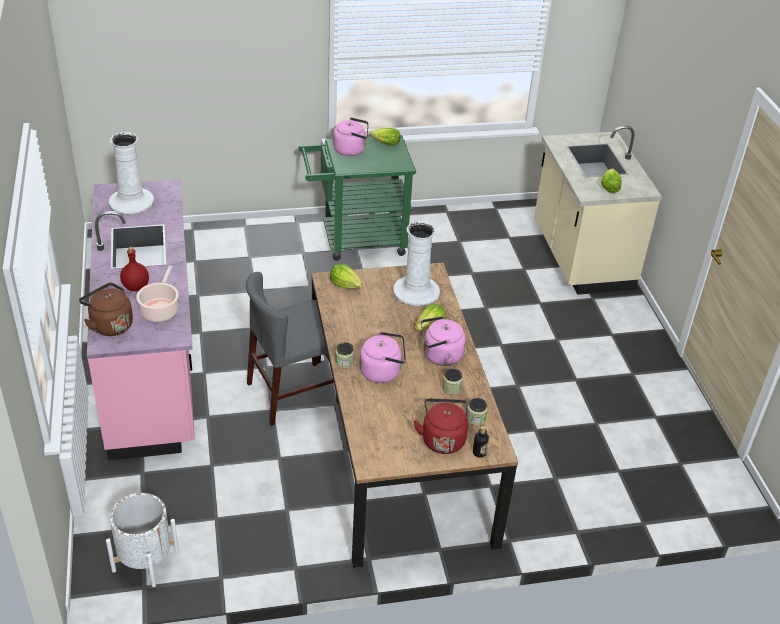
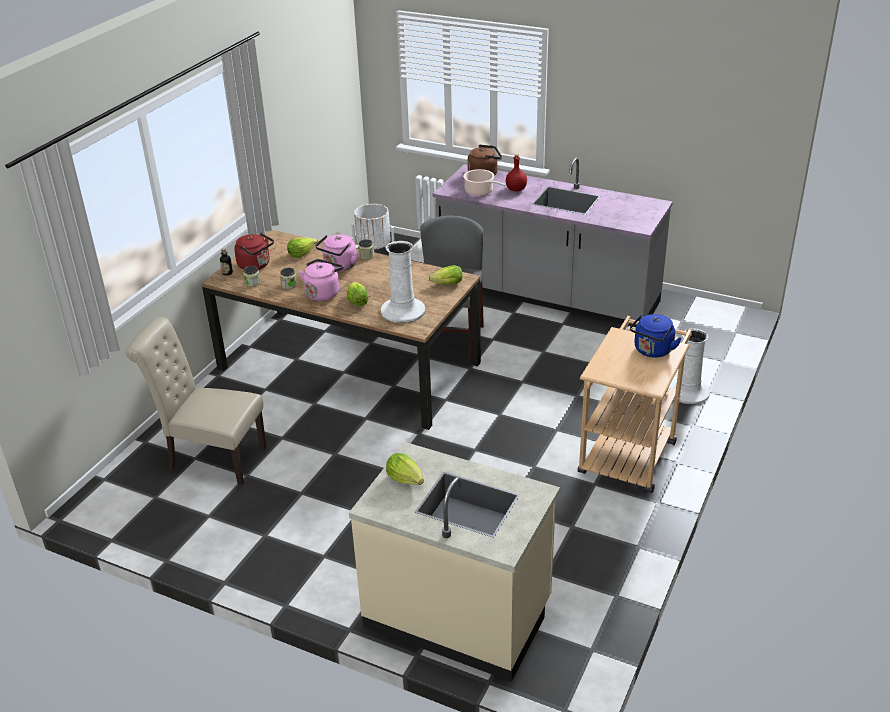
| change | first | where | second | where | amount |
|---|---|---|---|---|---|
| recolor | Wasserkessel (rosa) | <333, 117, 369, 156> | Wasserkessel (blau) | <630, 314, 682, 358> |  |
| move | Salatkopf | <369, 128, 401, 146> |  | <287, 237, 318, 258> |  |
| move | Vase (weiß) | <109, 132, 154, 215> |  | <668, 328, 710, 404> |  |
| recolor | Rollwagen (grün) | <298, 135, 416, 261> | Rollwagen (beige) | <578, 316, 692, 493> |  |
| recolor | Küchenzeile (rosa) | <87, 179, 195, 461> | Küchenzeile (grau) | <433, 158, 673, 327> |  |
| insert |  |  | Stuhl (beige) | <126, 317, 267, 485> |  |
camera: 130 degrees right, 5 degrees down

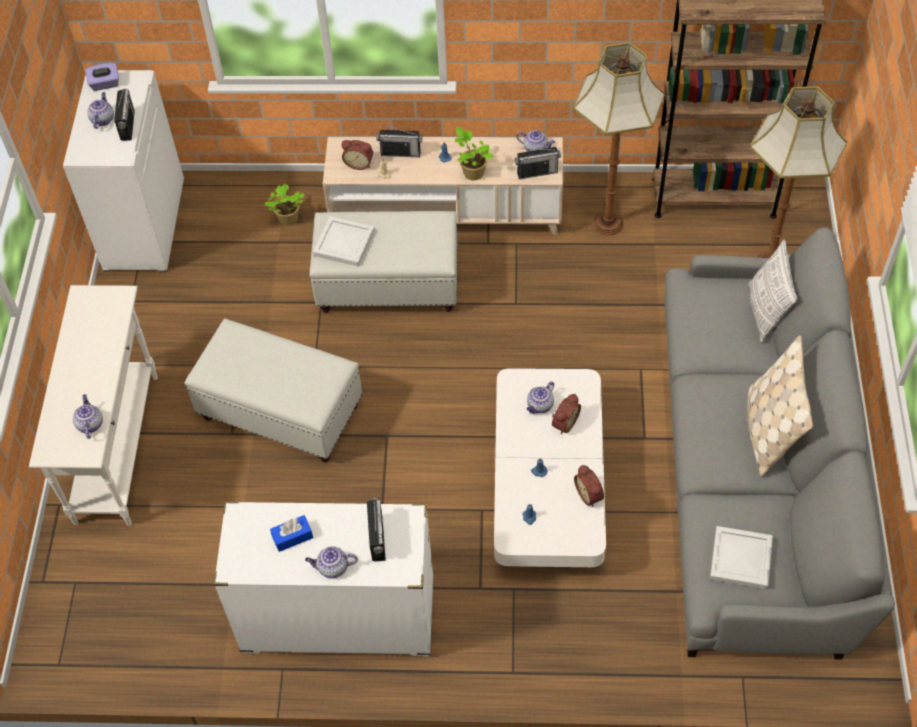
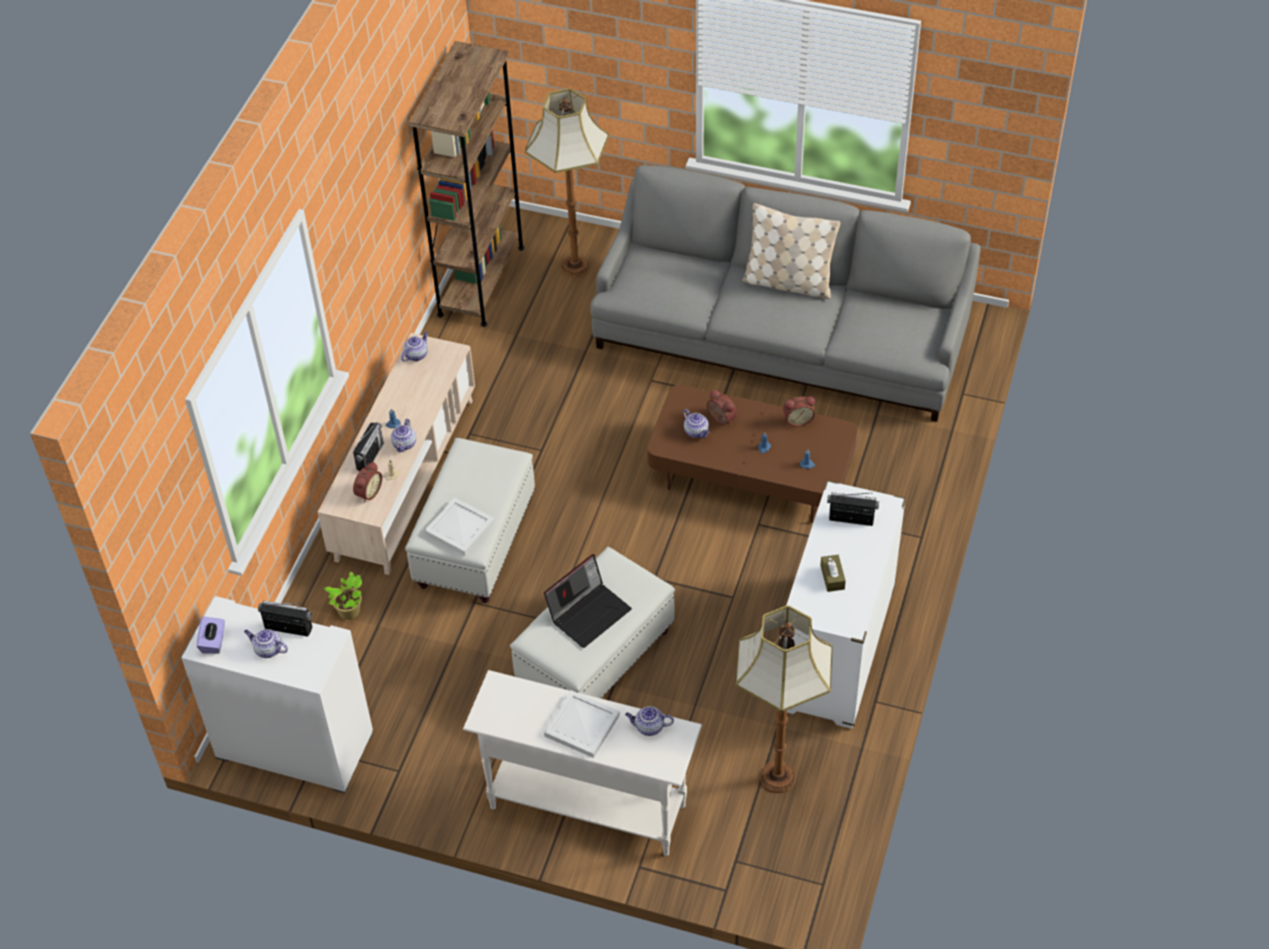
| change | first | where | second | where | amount |
|---|---|---|---|---|---|
| move | Stehlampe | <573, 42, 665, 235> |  | <736, 605, 833, 793> |  |
| delete | Topfpflanze | <455, 127, 494, 180> |  |  |  |
| delete | Radio | <515, 147, 561, 179> |  |  |  |
| delete | Kissen | <749, 240, 798, 343> |  |  |  |
| recolor | Couchtisch (weiß) | <494, 368, 606, 567> | Couchtisch (braun) | <647, 385, 857, 523> |  |
| recolor | Taschentuchbox (blau) | <270, 515, 313, 552> | Taschentuchbox (braun) | <820, 555, 846, 592> |  |
| move | Tablett (weiß) | <710, 526, 773, 589> |  | <544, 690, 620, 758> |  |
| move | Teekanne | <305, 546, 358, 578> |  | <391, 419, 416, 452> |  |
| insert |  |  | Laptop | <544, 554, 632, 648> |  |
camera: 75 degrees left, 5 degrees down

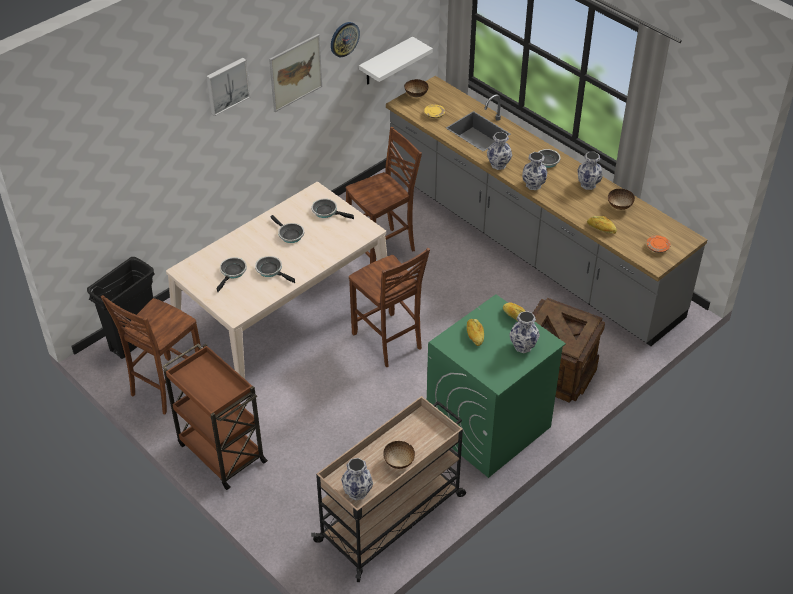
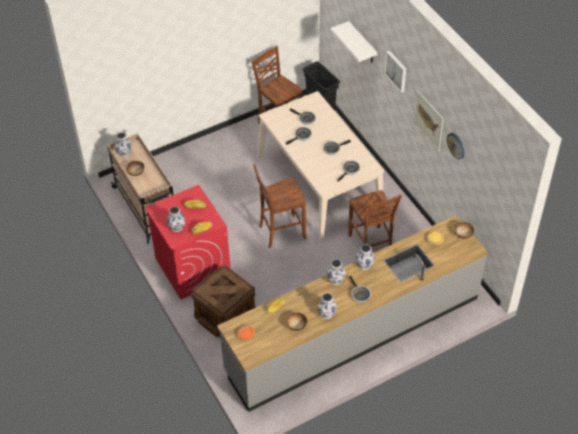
| change | first | where | second | where | amount |
|---|---|---|---|---|---|
| move | Wandregal (weiß) | <359, 36, 433, 85> |  | <331, 21, 377, 63> |  |
| recolor | Waschmaschine (grün) | <427, 294, 566, 478> | Waschmaschine (rot) | <145, 185, 231, 299> |  |
| delete | Rollwagen (braun) | <162, 343, 268, 490> |  |  |  |
camera: 105 degrees right, 5 degrees up

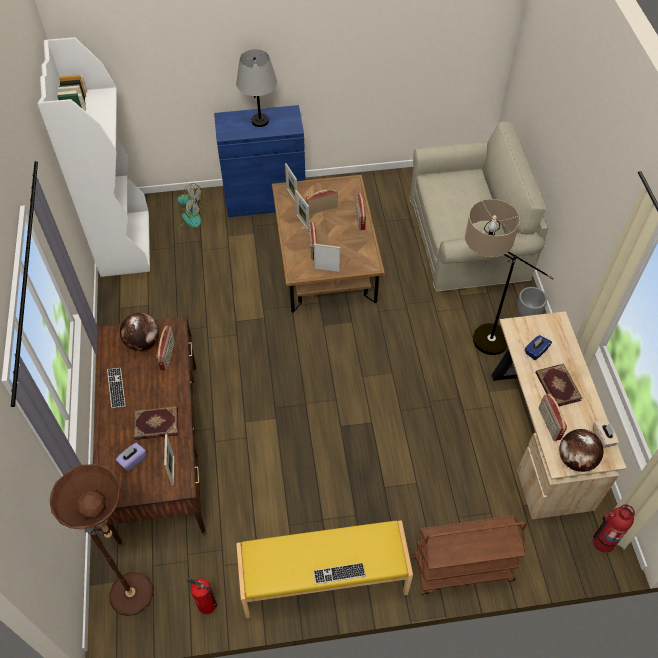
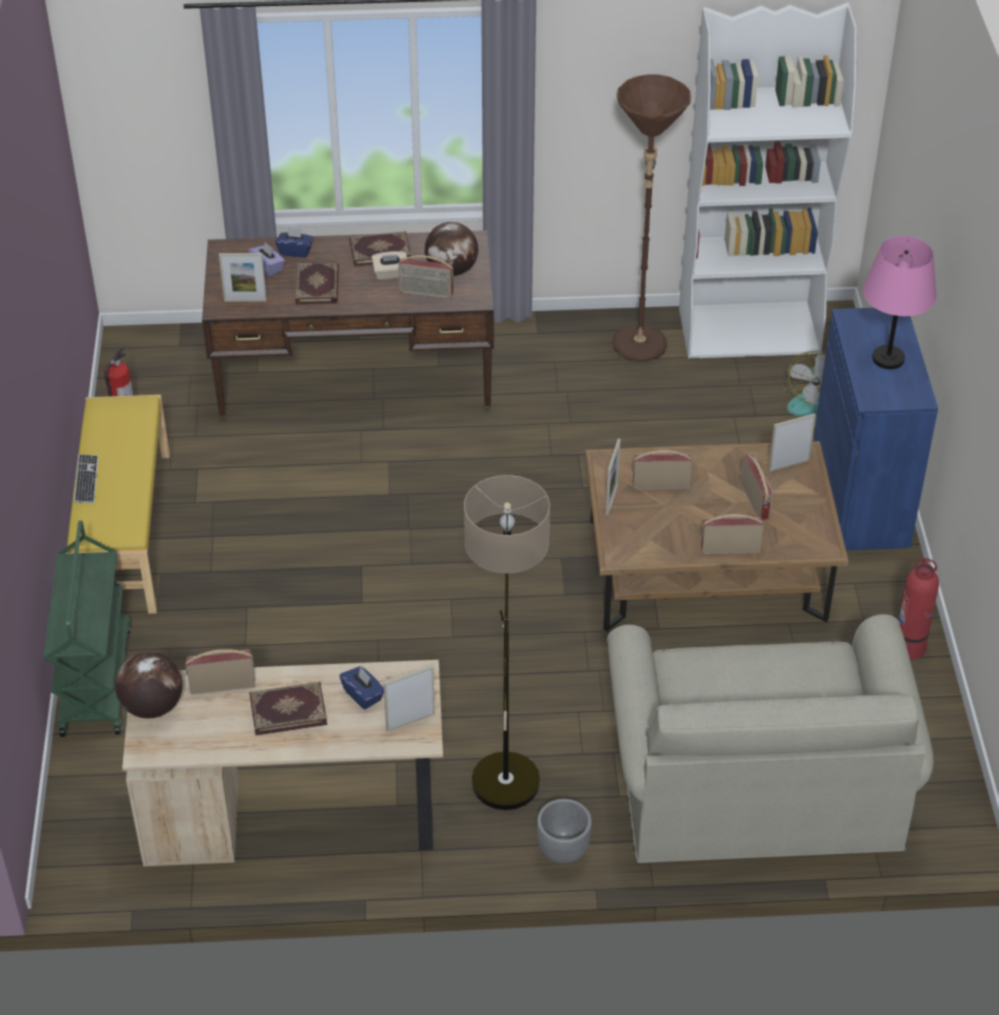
| change | first | where | second | where | amount |
|---|---|---|---|---|---|
| recolor | Tischlampe (grau) | <236, 49, 277, 127> | Tischlampe (rosa) | <863, 236, 937, 369> |  |
| move | Bilderrahmen | <295, 190, 310, 231> |  | <383, 665, 435, 732> |  |
| replace | Tastatur | <107, 368, 125, 408> | Buch | <349, 231, 411, 267> |  |
| move | Taschentuchbox (beige) | <593, 420, 619, 448> |  | <372, 251, 407, 280> |  |
| move | Stehlampe (braun) | <50, 464, 153, 616> |  | <612, 74, 691, 362> |  |
| move | Feuerlöscher | <592, 504, 635, 553> |  | <898, 558, 939, 660> |  |
| recolor | Rollwagen (braun) | <413, 516, 527, 595> | Rollwagen (grün) | <43, 521, 131, 737> |  |
| insert |  |  | Taschentuchbox (blau) | <275, 227, 313, 258> |  |
camera: 95 degrees right, 10 degrees down

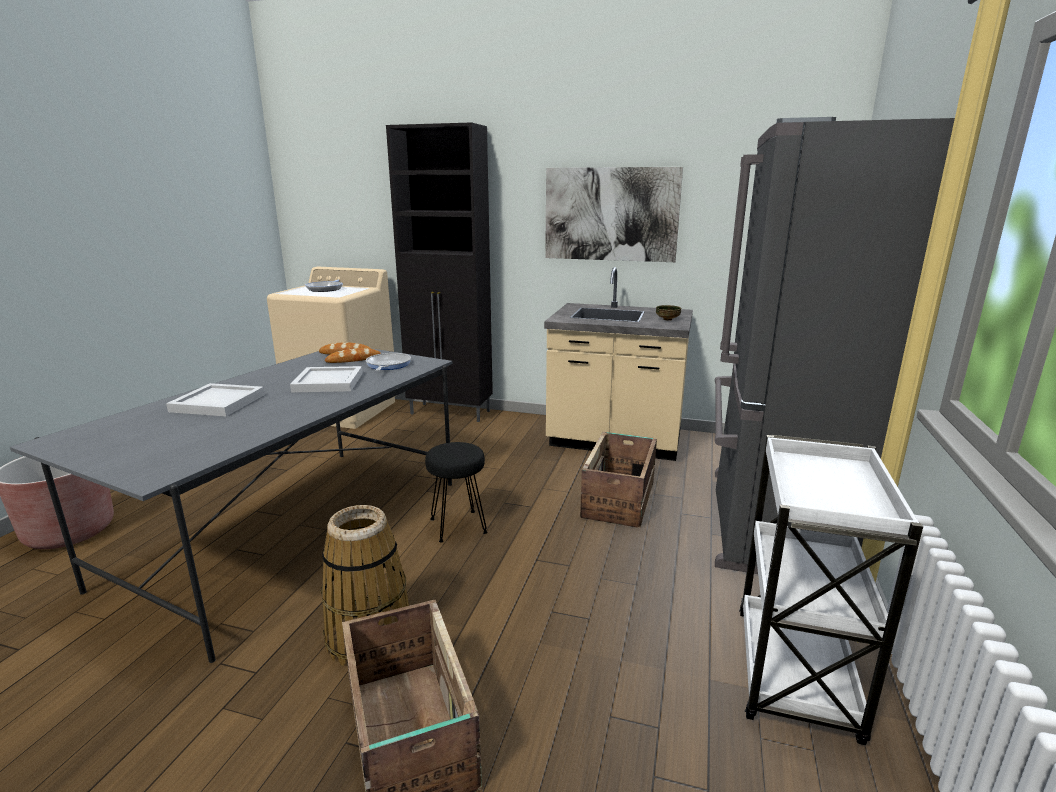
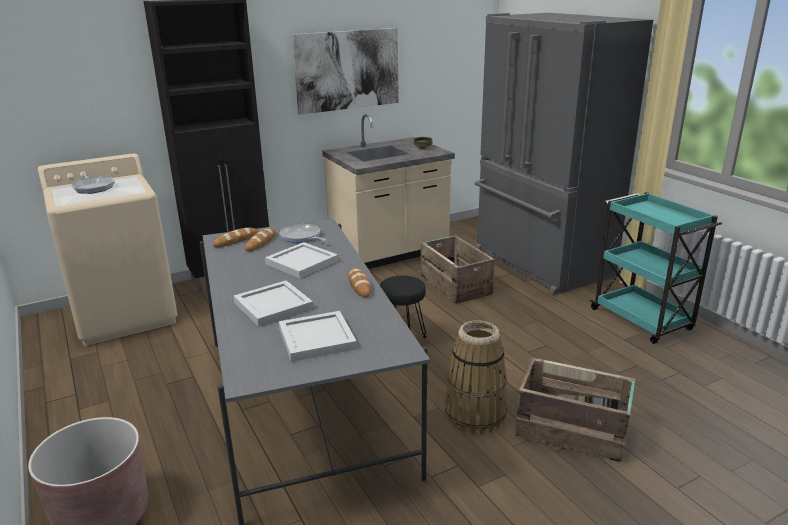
| change | first | where | second | where | amount |
|---|---|---|---|---|---|
| recolor | Rollwagen (weiß) | <739, 435, 923, 745> | Rollwagen (türkis) | <590, 192, 722, 344> |  |
| insert |  |  | Brot | <349, 268, 371, 297> |  |
| insert |  |  | Tablett (weiß) | <279, 311, 357, 362> |  |
camera: 45 degrees left, 5 degrees up

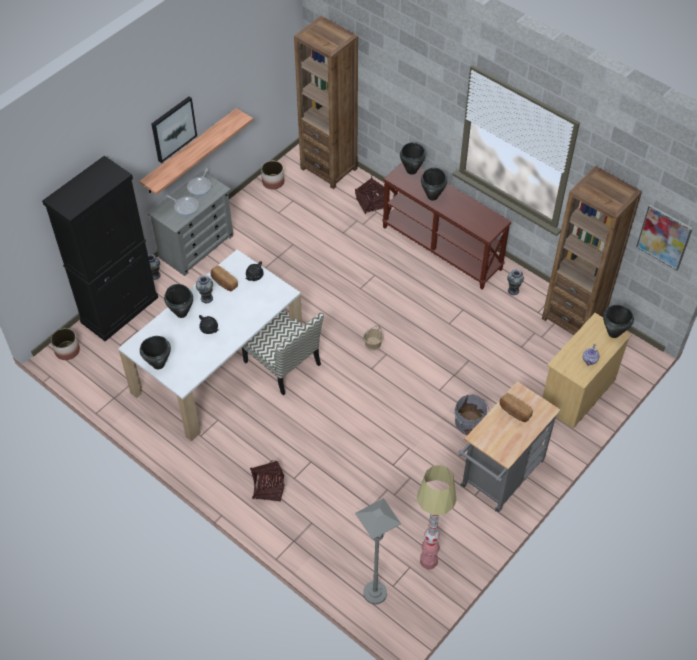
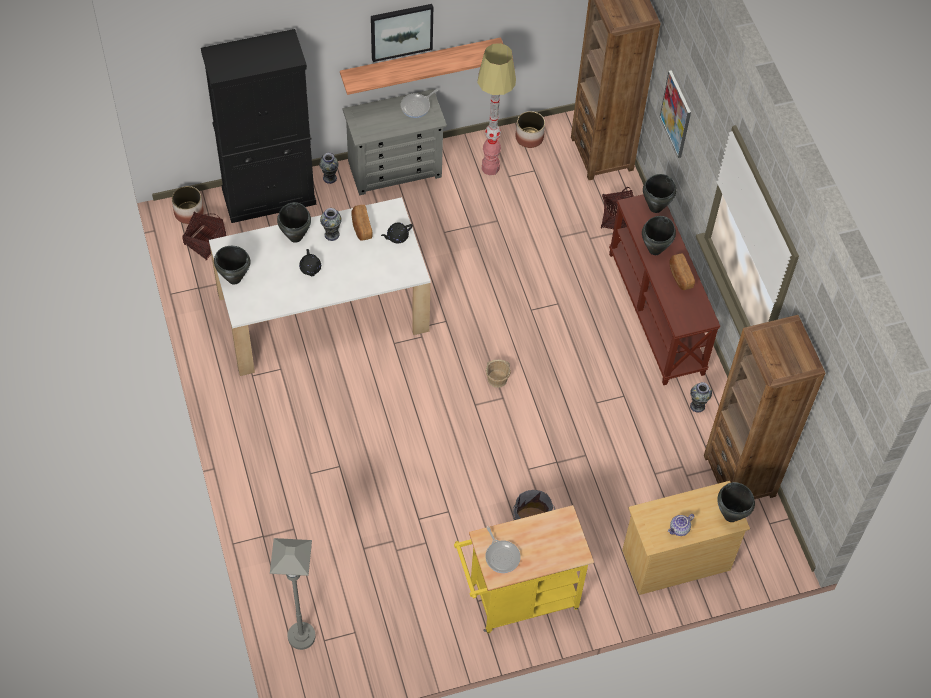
| change | first | where | second | where | amount |
|---|---|---|---|---|---|
| move | Pfanne | <166, 195, 199, 216> |  | <485, 526, 521, 573> |  |
| move | Bild | <636, 205, 693, 270> |  | <660, 70, 691, 158> |  |
| delete | Stuhl | <242, 310, 324, 396> |  |  |  |
| recolor | Rollwagen (grau) | <458, 381, 560, 512> | Rollwagen (gelb) | <454, 505, 594, 633> |  |
| move | Brot | <500, 393, 533, 422> |  | <669, 254, 695, 290> |  |
| move | Korb | <250, 460, 284, 502> |  | <182, 212, 226, 260> |  |
| move | Stehlampe | <417, 465, 456, 570> |  | <477, 43, 516, 175> |  |
camera: 30 degrees right, 5 degrees up

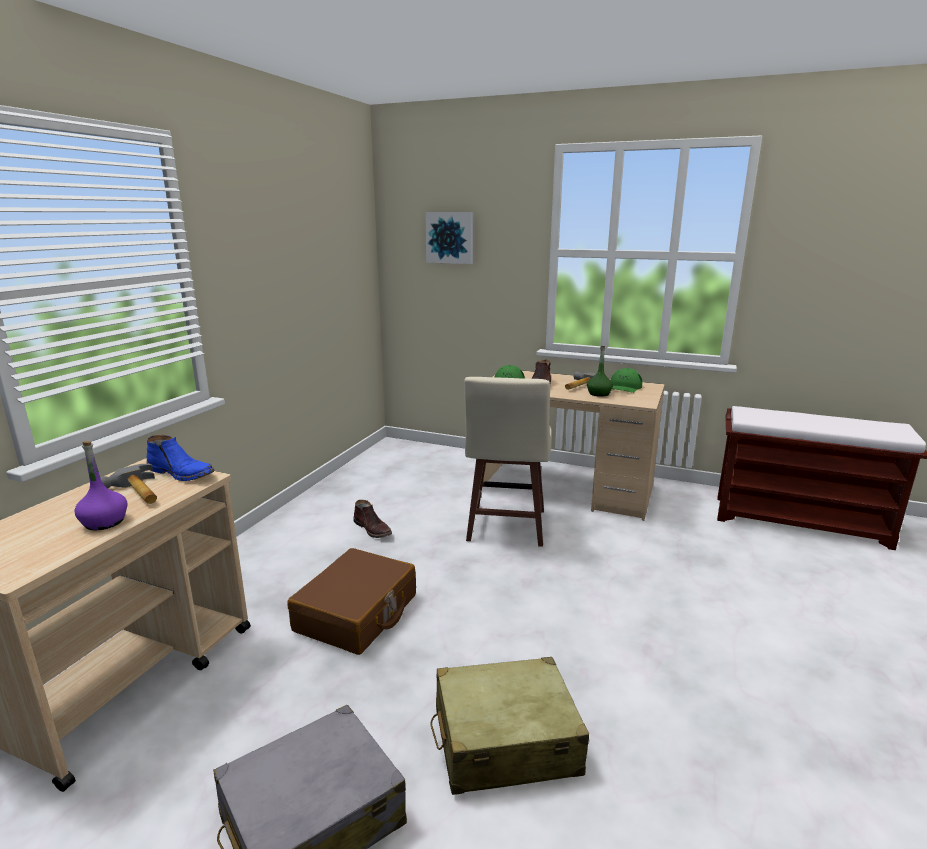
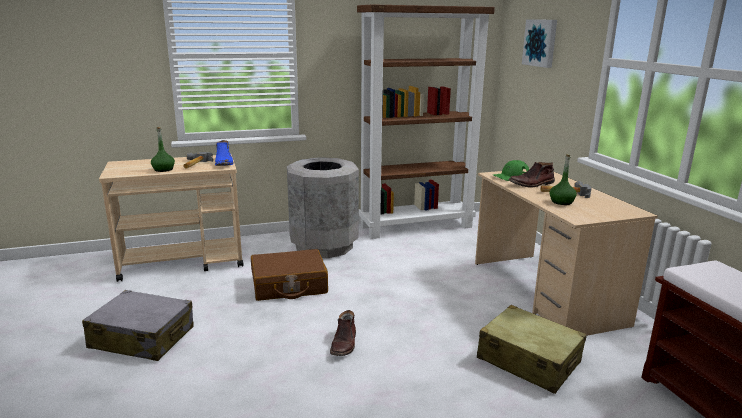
| change | first | where | second | where | amount |
|---|---|---|---|---|---|
| delete | Kappe (grün) | <611, 368, 643, 393> |  |  |  |
| delete | Hocker (beige) | <464, 377, 552, 547> |  |  |  |
| recolor | Flasche (lila) | <74, 441, 128, 530> | Flasche (grün) | <151, 127, 175, 172> |  |
| move | Stiefel (braun) | <354, 500, 392, 538> |  | <330, 310, 356, 356> |  |
| move | Koffer (beige) | <430, 657, 589, 795> |  | <477, 305, 587, 394> |  |
| insert |  |  | Bücherregal (braun) | <357, 4, 495, 239> |  |
| insert |  |  | Mülleimer (grau) | <287, 157, 359, 258> |  |
camera: 50 degrees right, 0 degrees up

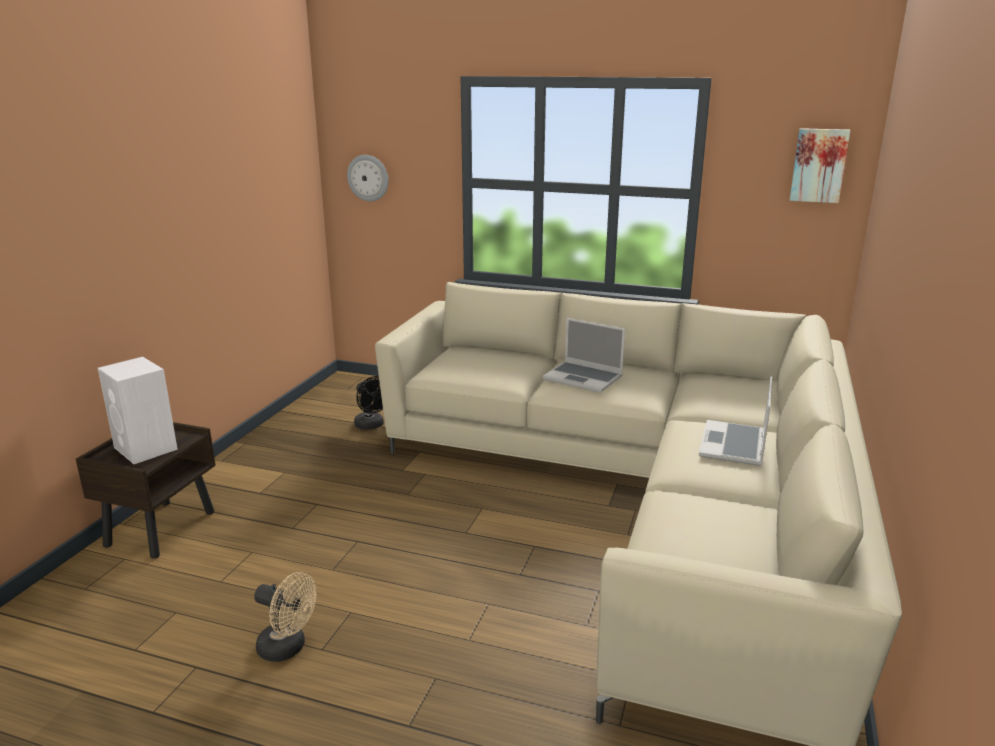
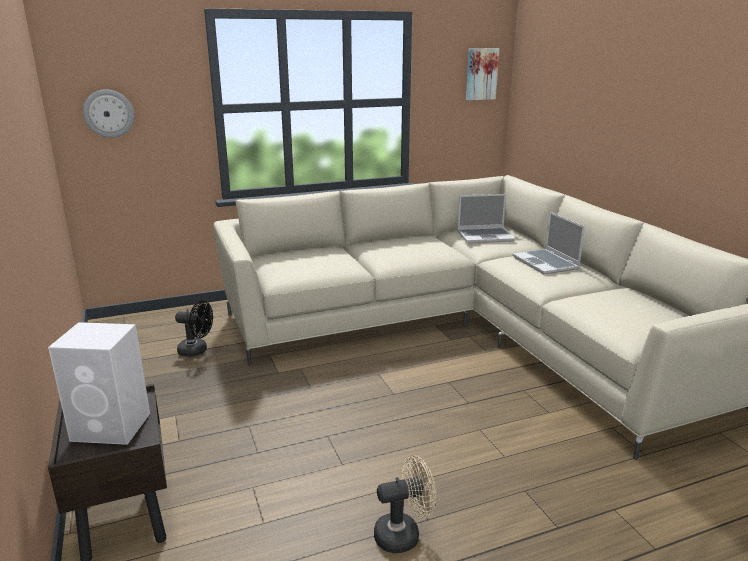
| change | first | where | second | where | amount |
|---|---|---|---|---|---|
| move | Laptop | <543, 318, 625, 393> |  | <457, 194, 515, 243> |  |
camera: 40 degrees left, 0 degrees up

